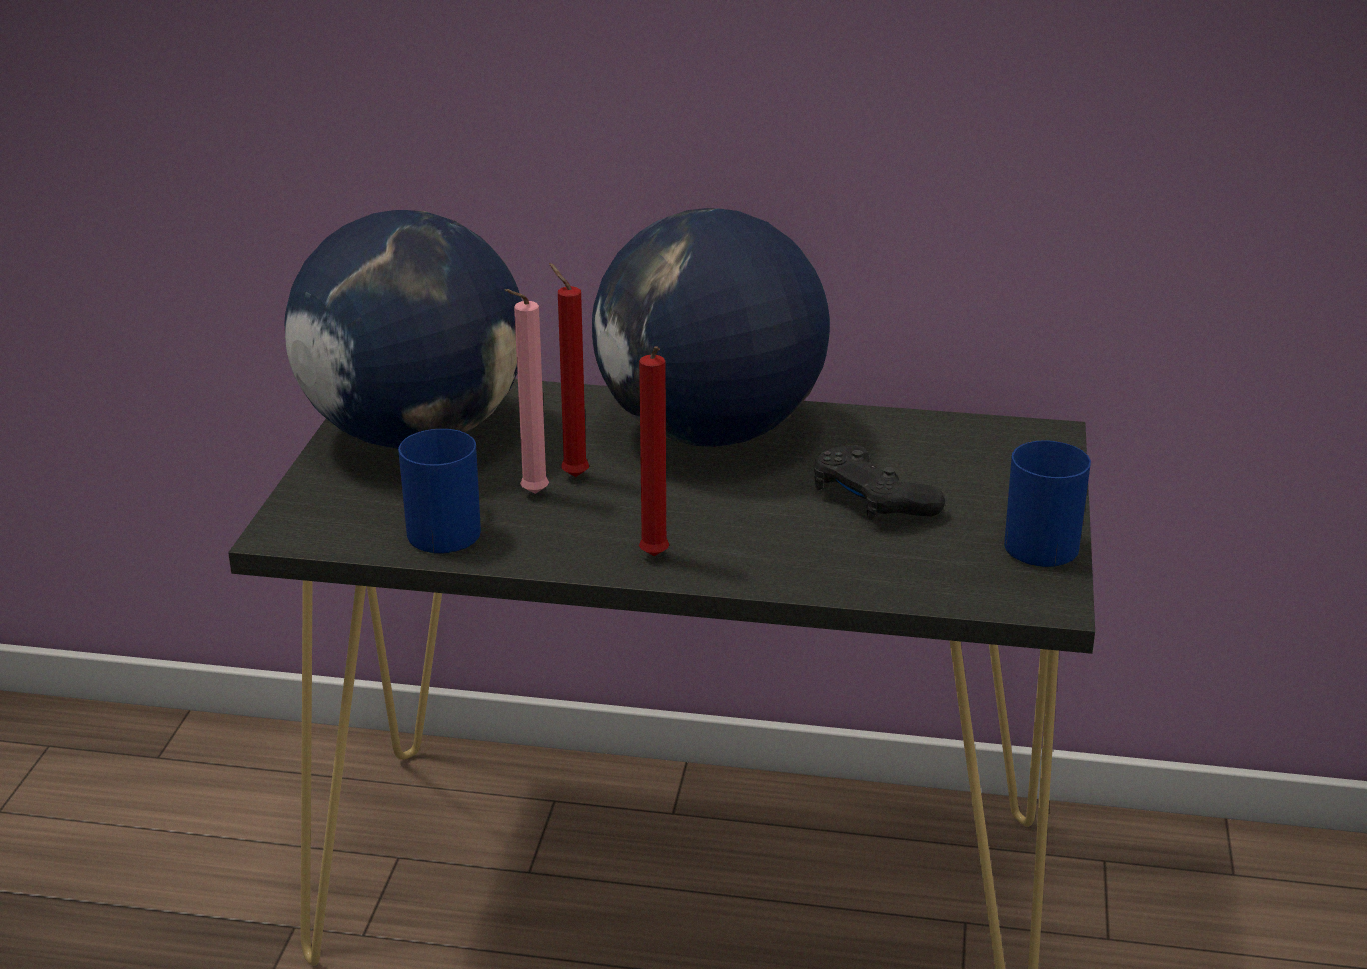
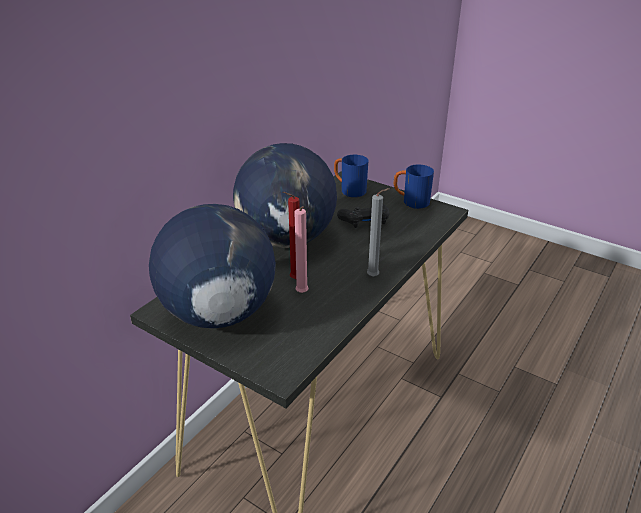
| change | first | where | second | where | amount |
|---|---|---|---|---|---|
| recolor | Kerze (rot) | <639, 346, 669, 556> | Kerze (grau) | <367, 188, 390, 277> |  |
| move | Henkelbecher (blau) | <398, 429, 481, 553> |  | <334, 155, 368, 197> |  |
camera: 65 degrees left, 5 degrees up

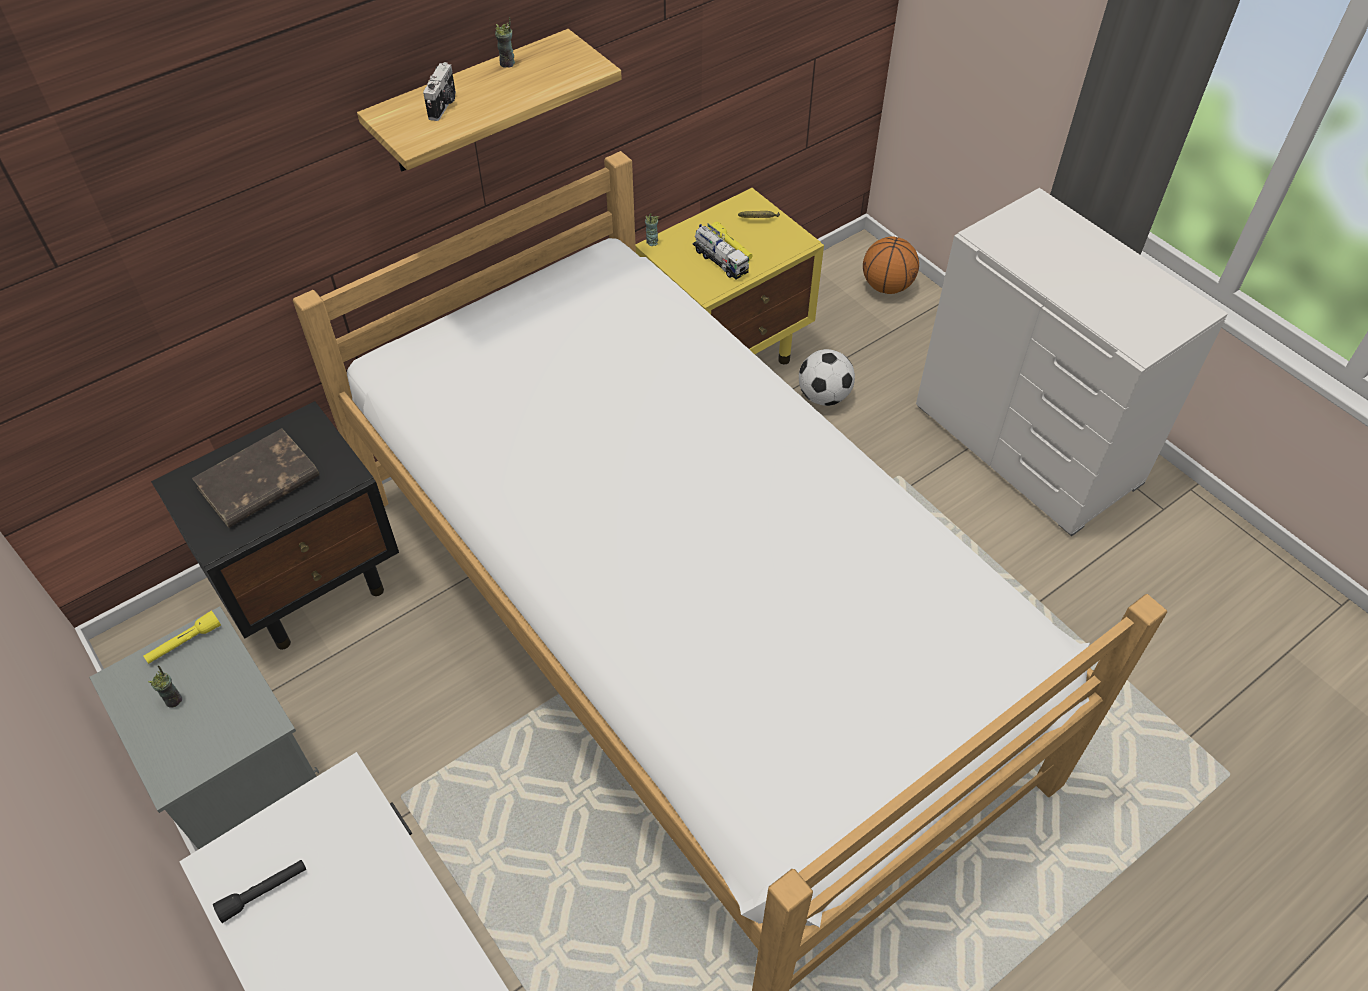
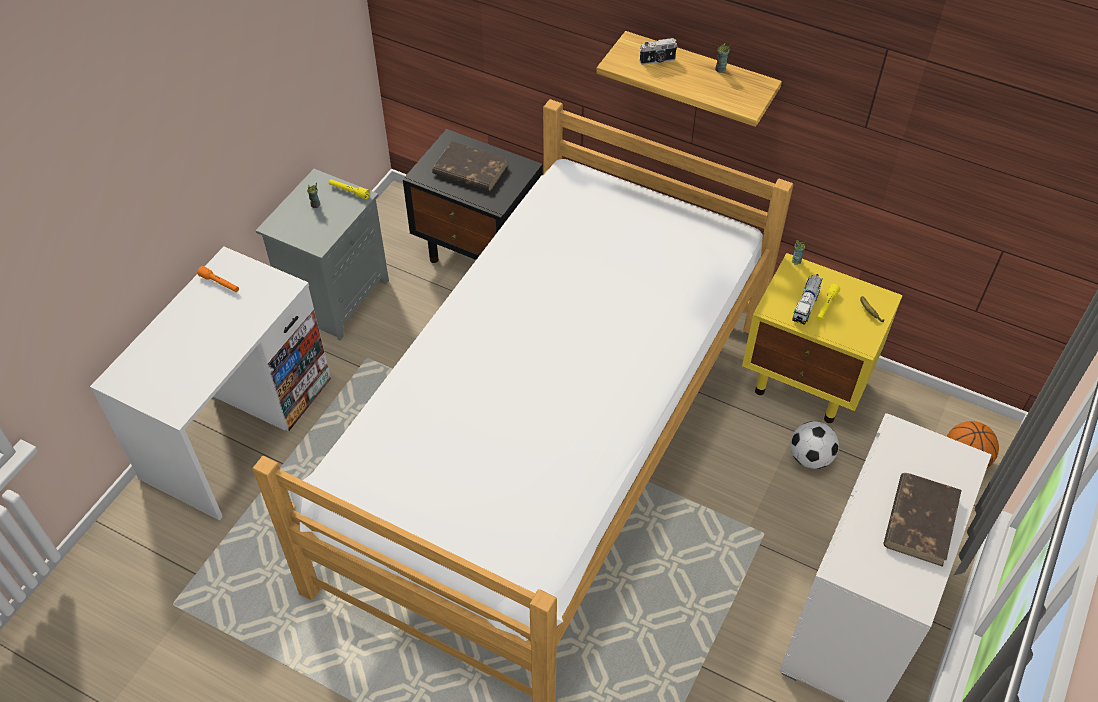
| change | first | where | second | where | amount |
|---|---|---|---|---|---|
| recolor | Taschenlampe (schwarz) | <213, 860, 306, 923> | Taschenlampe (orange) | <197, 266, 239, 292> |  |
| insert |  |  | Buch (braun) | <883, 473, 962, 567> |  |
camera: 65 degrees right, 0 degrees up

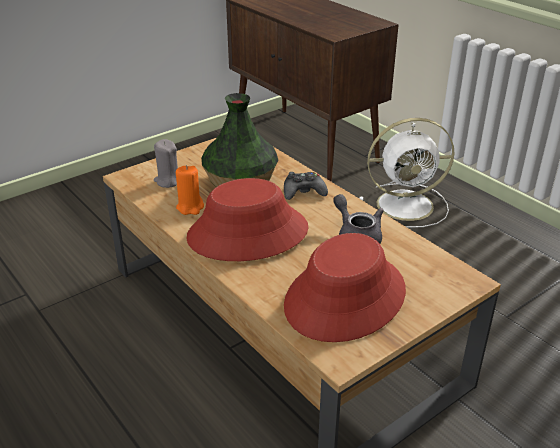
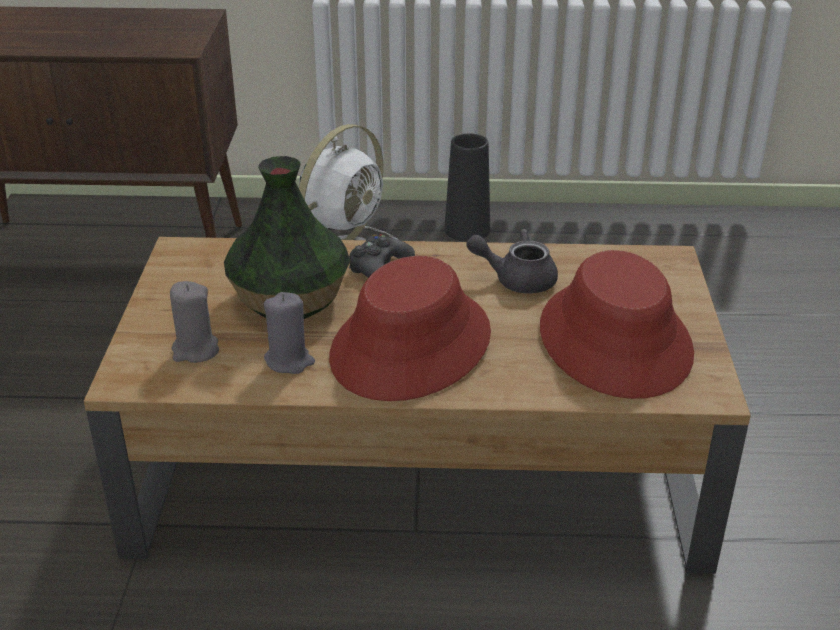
| change | first | where | second | where | amount |
|---|---|---|---|---|---|
| recolor | Kerze (orange) | <176, 165, 204, 215> | Kerze (grau) | <264, 292, 315, 374> |  |
| insert |  |  | Vase (schwarz) | <444, 134, 490, 242> |  |
camera: 50 degrees left, 0 degrees up

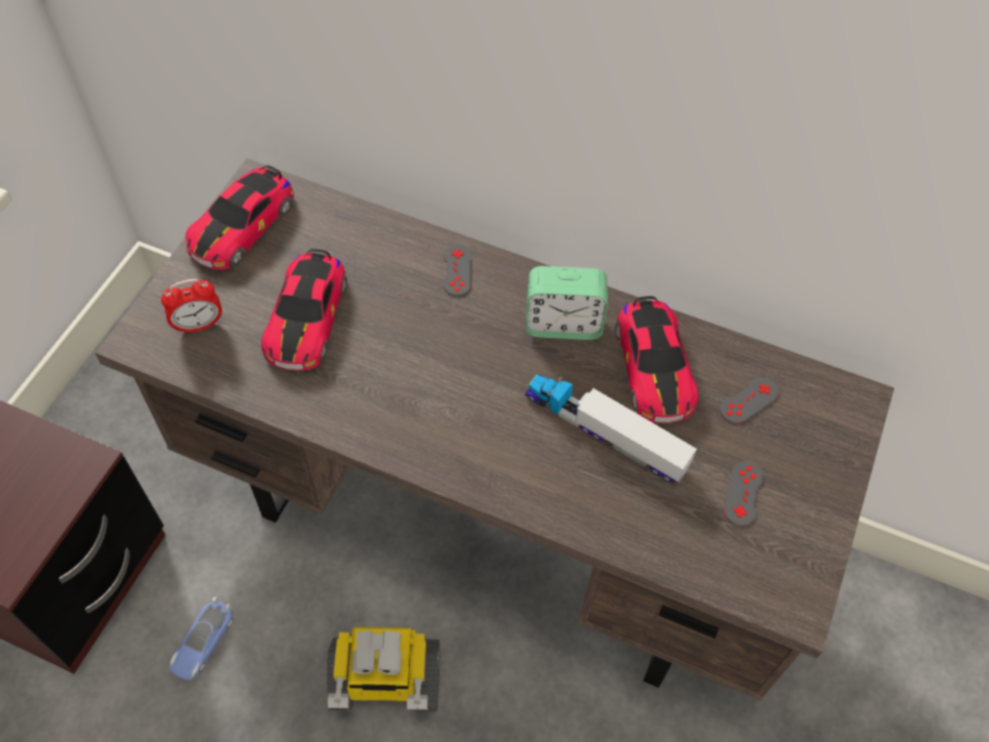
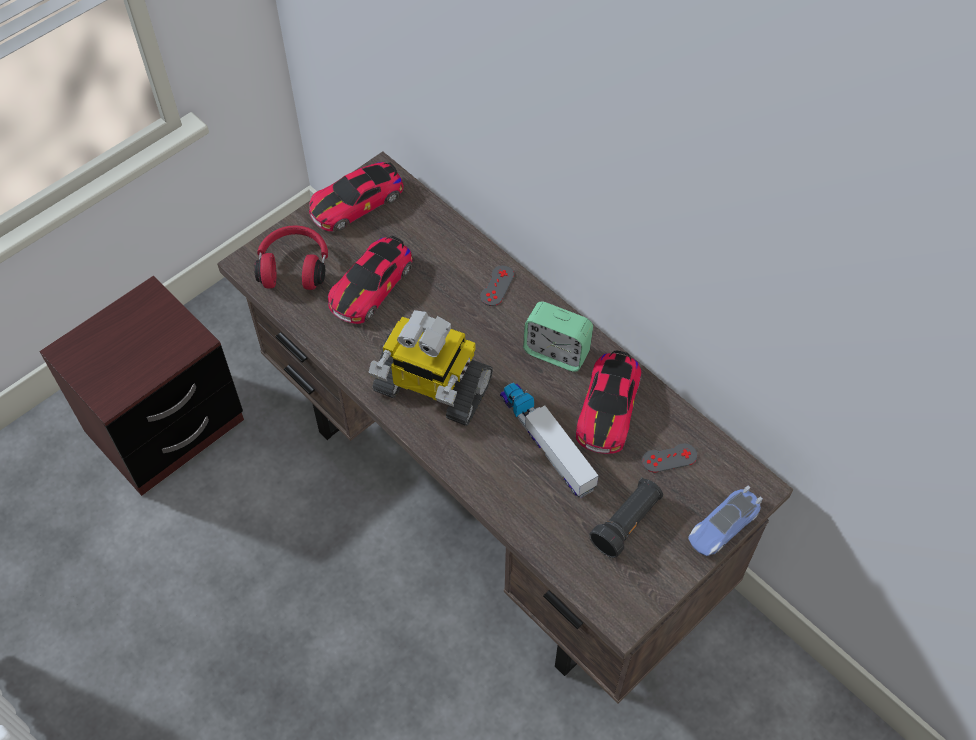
| change | first | where | second | where | amount |
|---|---|---|---|---|---|
| replace | Wecker | <161, 279, 222, 335> | Kopfhörer (rot) | <254, 225, 328, 290> |  |
| replace | Gamepad (grau) | <724, 461, 764, 526> | Taschenlampe (schwarz) | <590, 477, 663, 558> |  |
| move | Spielzeugauto | <169, 596, 233, 680> |  | <688, 486, 763, 556> |  |
| move | Spielzeugroboter | <327, 627, 440, 712> |  | <369, 310, 493, 426> |  |
camera: 25 degrees right, 0 degrees up

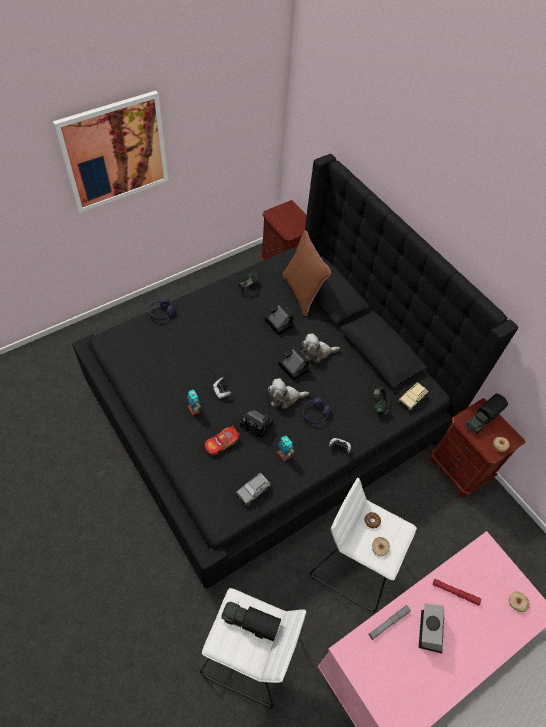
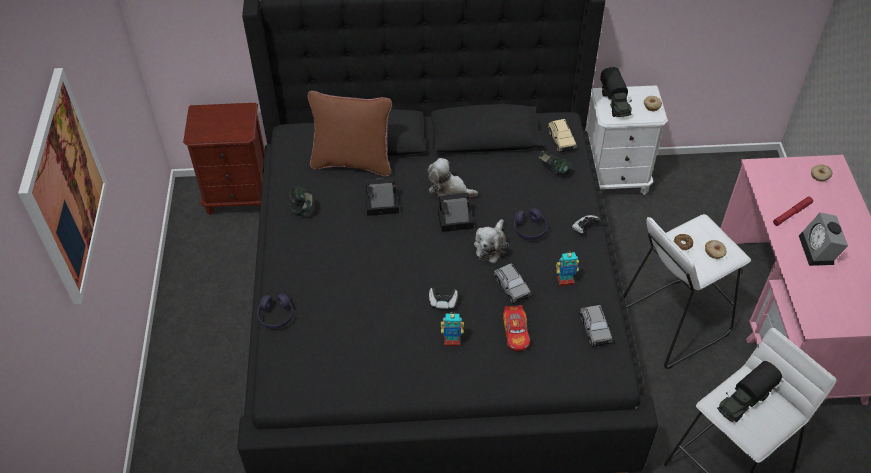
| change | first | where | second | where | amount |
|---|---|---|---|---|---|
| rotate | Plüschtier | <302, 333, 340, 363> |  | <428, 158, 478, 198> | 90 degrees clockwise |
| recolor | Nachttisch (braun) | <430, 398, 525, 498> | Nachttisch (weiß) | <586, 85, 668, 195> |  |
| replace | Kamera | <240, 407, 274, 439> | Spielzeugauto (grau) | <493, 263, 532, 304> |  |
| rotate | Wecker | <419, 603, 444, 653> |  | <799, 212, 848, 266> | 135 degrees counterclockwise |
| delete | Taschenlampe (grau) | <369, 605, 411, 640> |  |  |  |
camera: 55 degrees left, 5 degrees down

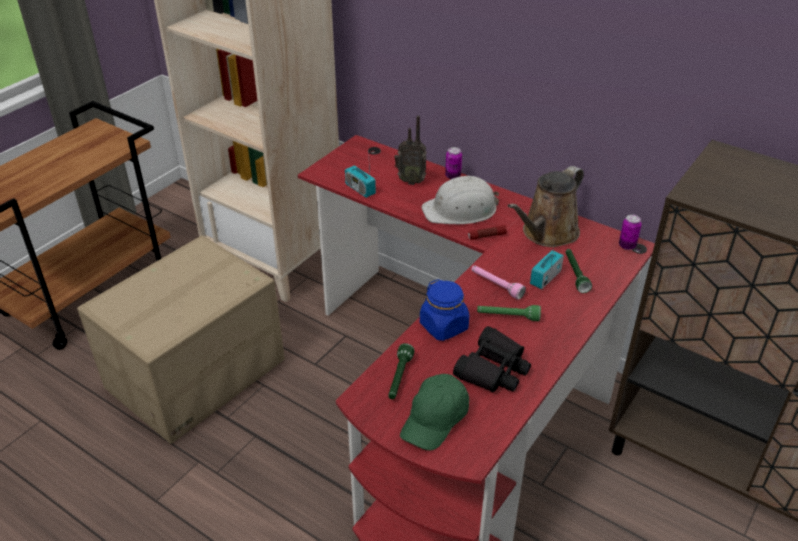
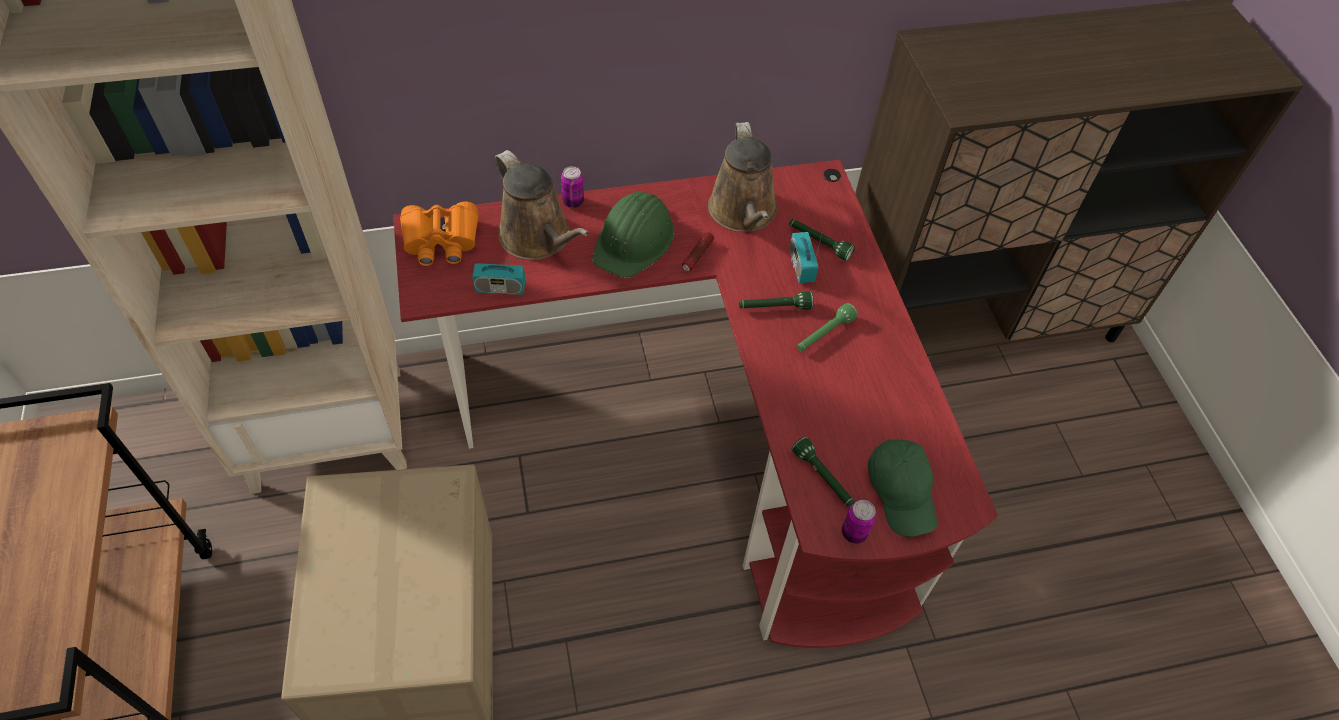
| change | first | where | second | where | amount |
|---|---|---|---|---|---|
| replace | Radio | <394, 115, 427, 185> | Gießkanne (braun) | <495, 150, 589, 260> |  |
| recolor | Schutzhelm (weiß) | <421, 175, 499, 224> | Schutzhelm (grün) | <592, 192, 674, 278> |  |
| move | Dose | <619, 214, 642, 250> |  | <842, 500, 877, 544> |  |
| recolor | Taschenlampe (rosa) | <471, 265, 526, 300> | Taschenlampe (grün) | <739, 291, 814, 310> |  |
| delete | Vorratsglas (blau) | <420, 279, 469, 341> |  |  |  |
| delete | Fernglas (schwarz) | <453, 326, 531, 393> |  |  |  |
| insert |  |  | Fernglas (orange) | <400, 202, 479, 266> |  |
camera: 50 degrees left, 15 degrees up

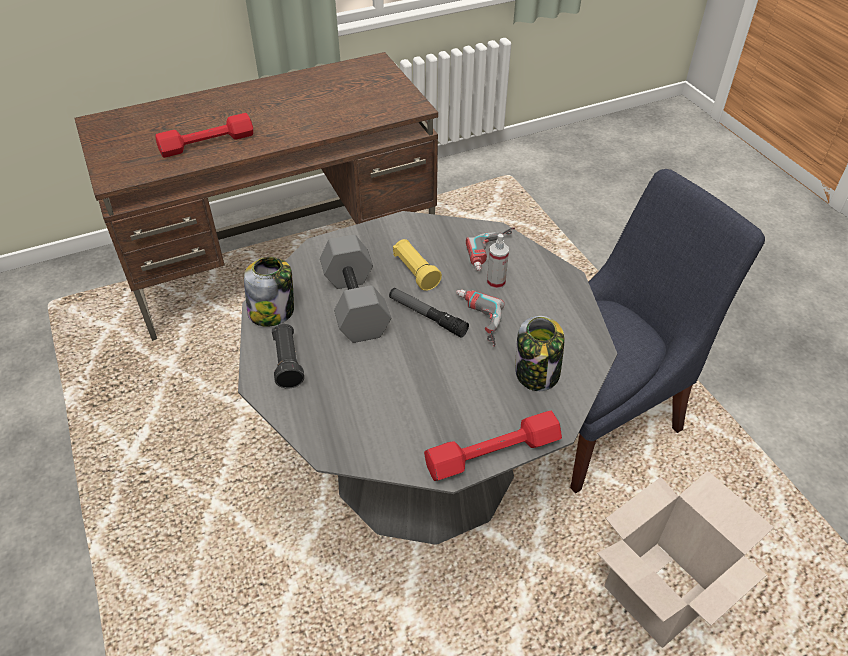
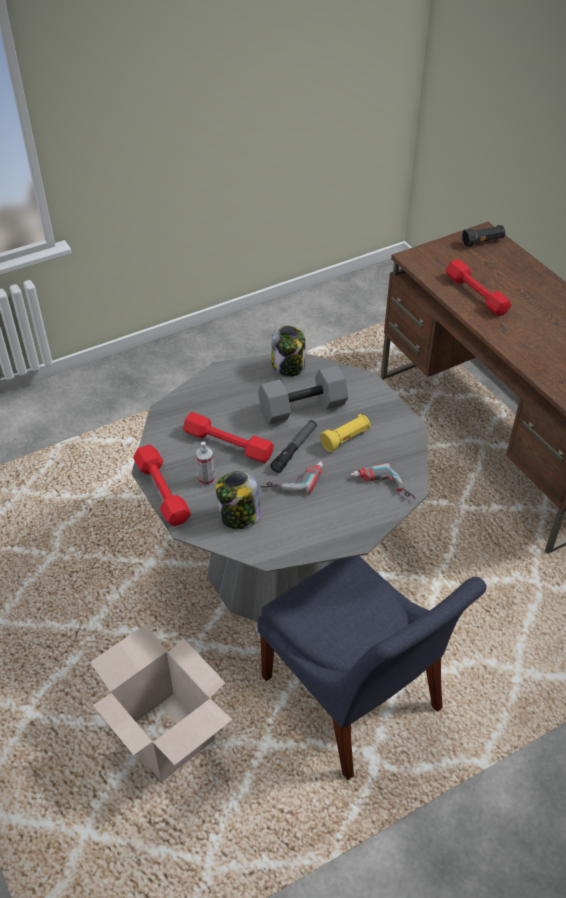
| change | first | where | second | where | amount |
|---|---|---|---|---|---|
| move | Sprühflasche | <487, 234, 509, 289> |  | <196, 441, 215, 486> |  |
| move | Taschenlampe (schwarz) | <271, 324, 304, 389> |  | <462, 225, 506, 247> |  |
| insert |  |  | Hantel (rot) | <183, 412, 274, 463> |  |
camera: 85 degrees right, 0 degrees up

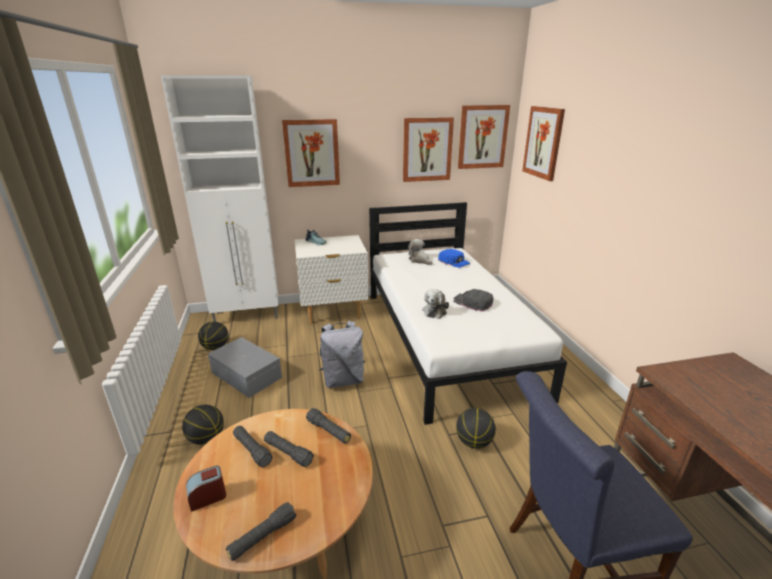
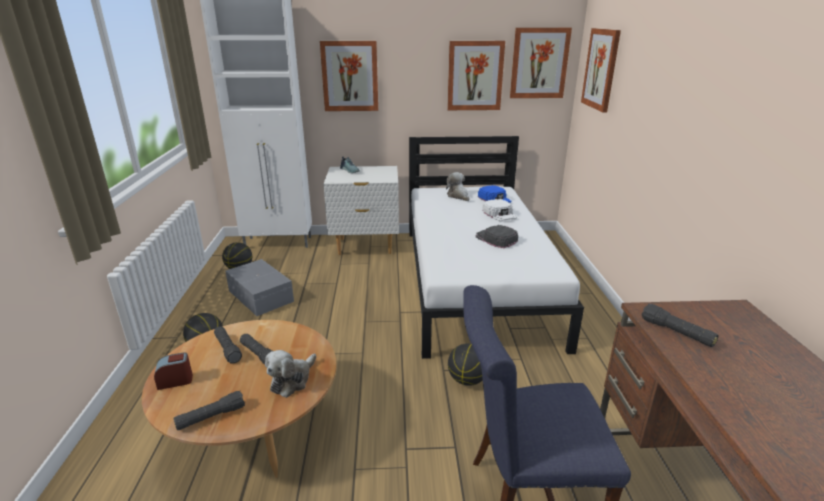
| change | first | where | second | where | amount |
|---|---|---|---|---|---|
| move | Plüschtier | <422, 289, 449, 319> |  | <265, 350, 316, 398> |  |
| delete | Rucksack (grau) | <319, 321, 365, 388> |  |  |  |
| move | Taschenlampe (schwarz) | <306, 408, 351, 444> |  | <642, 304, 719, 347> |  |
| insert |  |  | Kappe (weiß) | <482, 199, 517, 222> |  |
camera: 10 degrees right, 0 degrees up

